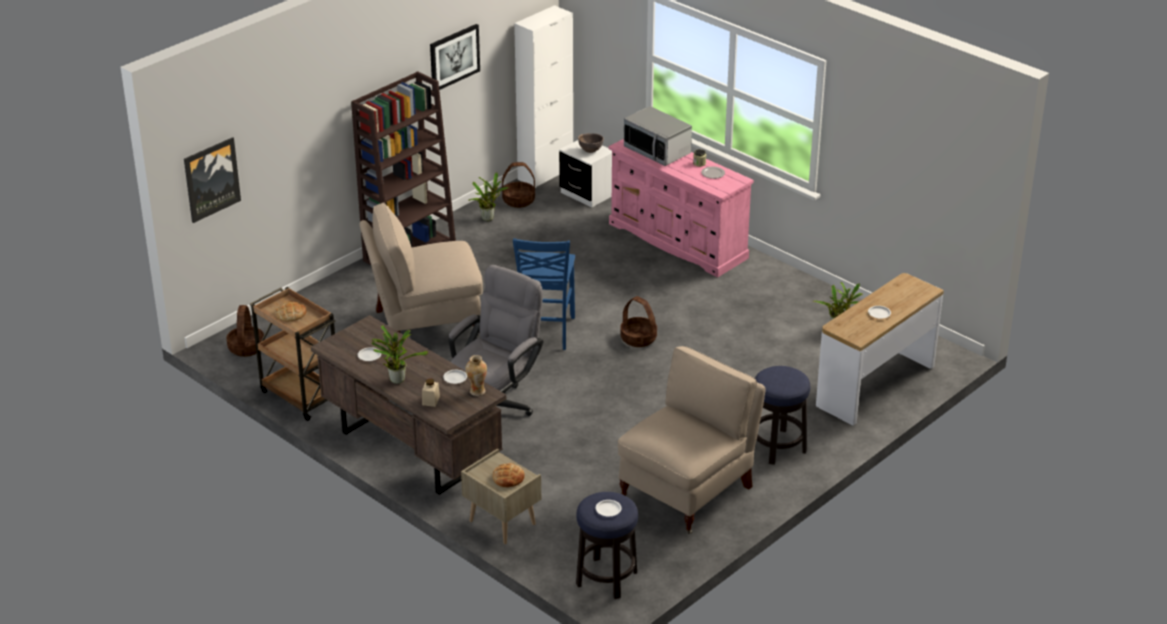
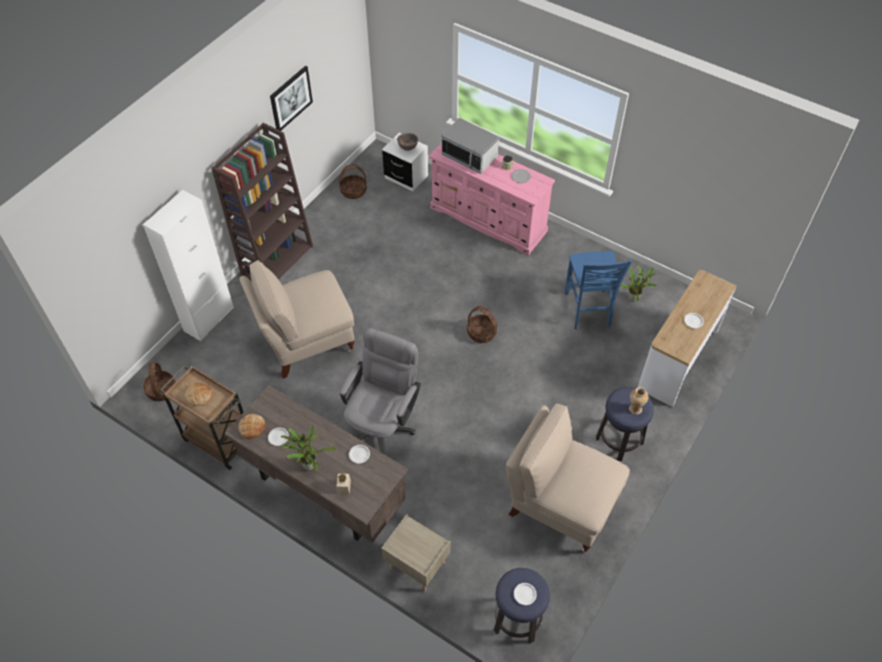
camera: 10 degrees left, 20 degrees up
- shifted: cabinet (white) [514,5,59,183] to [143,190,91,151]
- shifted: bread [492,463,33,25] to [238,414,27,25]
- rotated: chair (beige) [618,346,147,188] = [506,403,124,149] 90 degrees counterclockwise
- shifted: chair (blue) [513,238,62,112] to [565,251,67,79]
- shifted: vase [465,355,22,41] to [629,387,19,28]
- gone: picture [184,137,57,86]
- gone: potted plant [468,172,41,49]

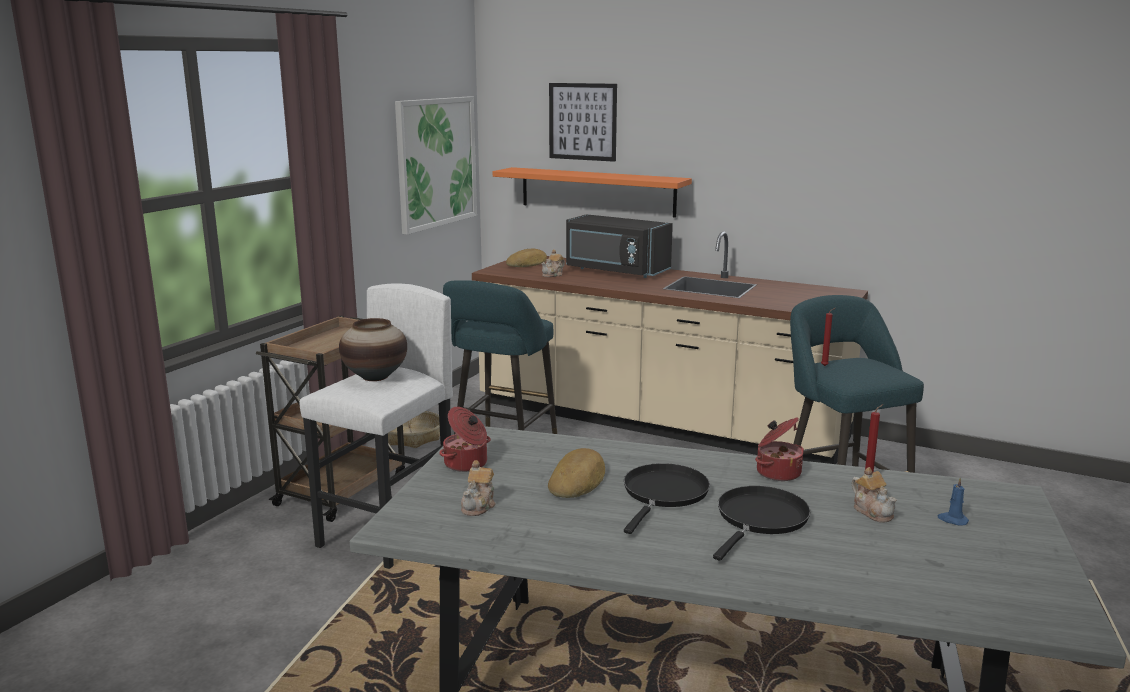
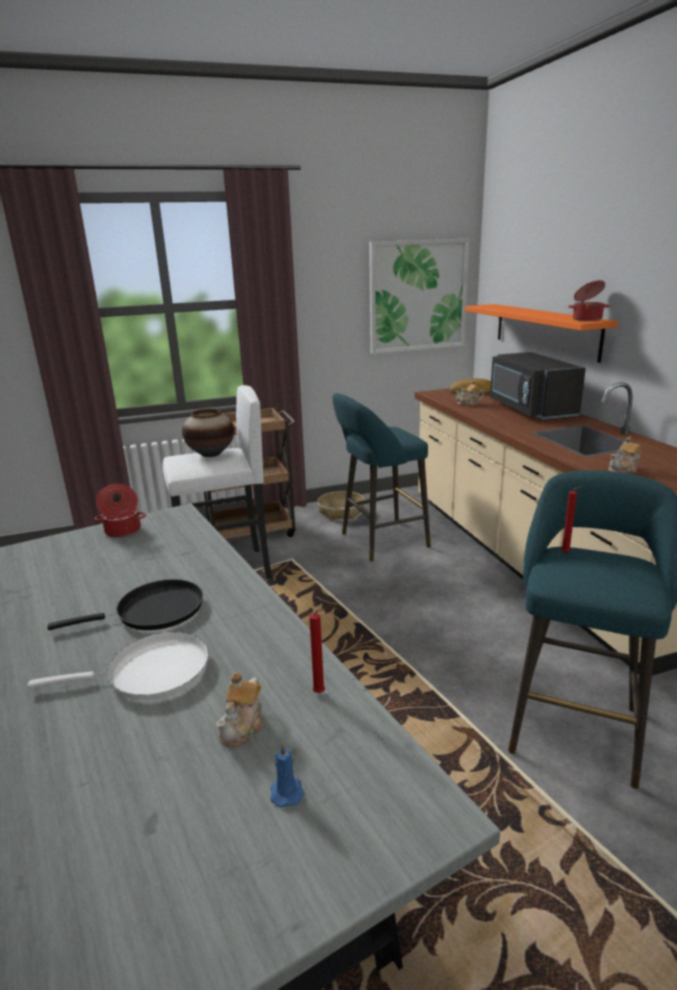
camera: 45 degrees right, 5 degrees up
- repainted: frying pan (black) [713,486,98,75] to frying pan (white) [28,632,181,68]
- shifted: cooking pot [755,417,49,64] to [568,280,42,41]
- shifted: teapot [461,460,35,56] to [609,436,33,37]
- gone: bread [548,448,57,50]
- gone: picture [549,83,68,79]

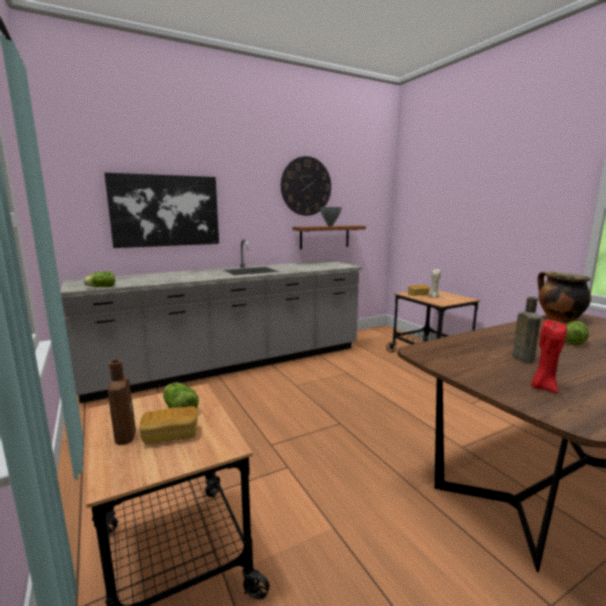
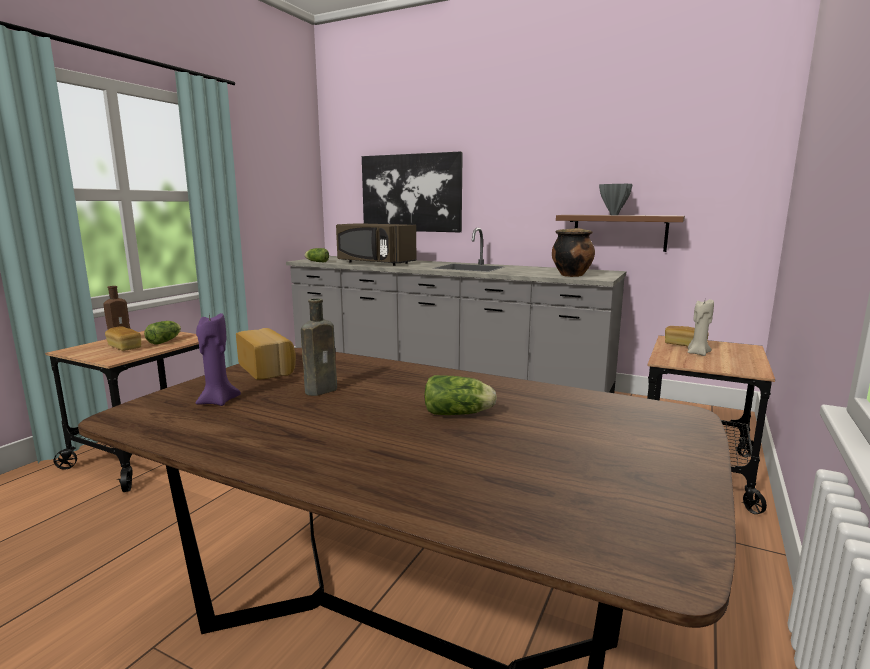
camera: 55 degrees right, 0 degrees up
- repainted: candle (red) [531,320,36,73] to candle (purple) [196,313,45,93]
- new: bread [236,328,60,52]
- new: microwave (brown) [336,223,80,43]
- shifted: cooking pot [537,271,54,52] to [552,228,43,49]
- gone: wall clock [281,156,50,60]

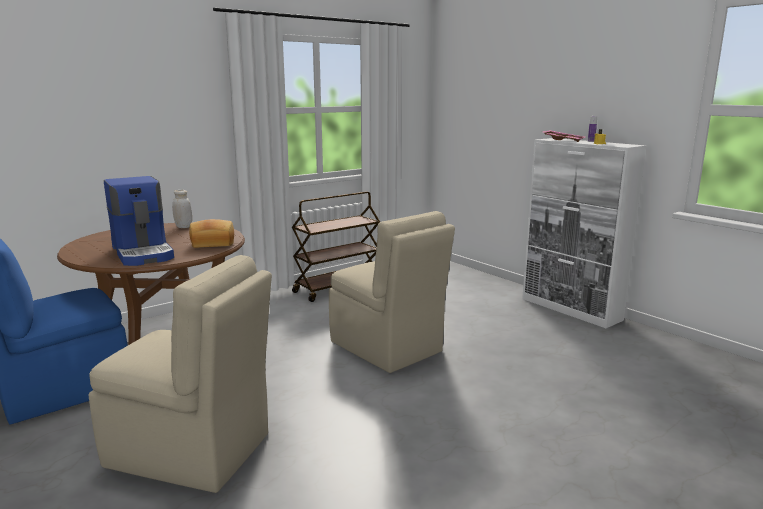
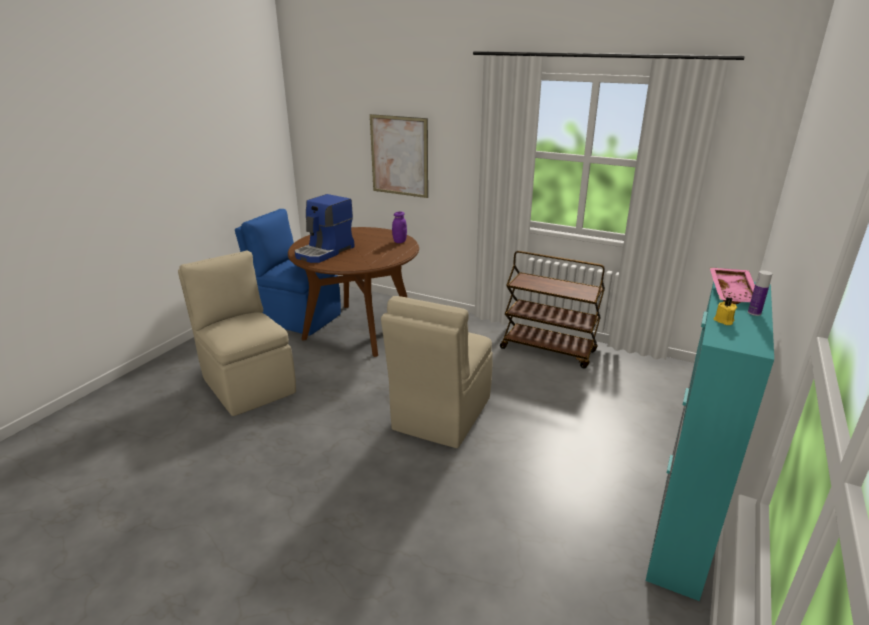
camera: 65 degrees right, 10 degrees up
- rotated: chair (beige) [89,255,183,238] = [178,251,118,165] 150 degrees clockwise
- new: picture [370,114,58,84]
- repainted: jar (white) [172,190,20,38] to jar (purple) [392,212,15,31]
- repainted: cabinet (white) [522,138,124,190] to cabinet (turquoise) [646,281,128,320]
- gone: bread [189,219,45,29]

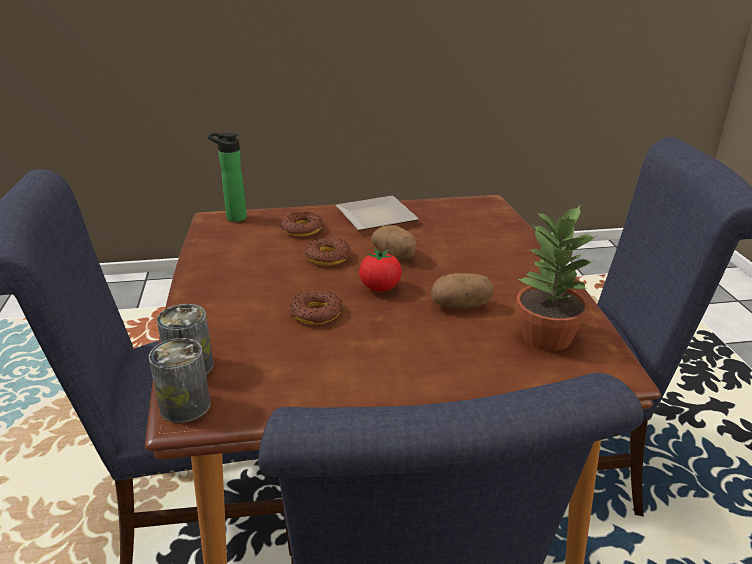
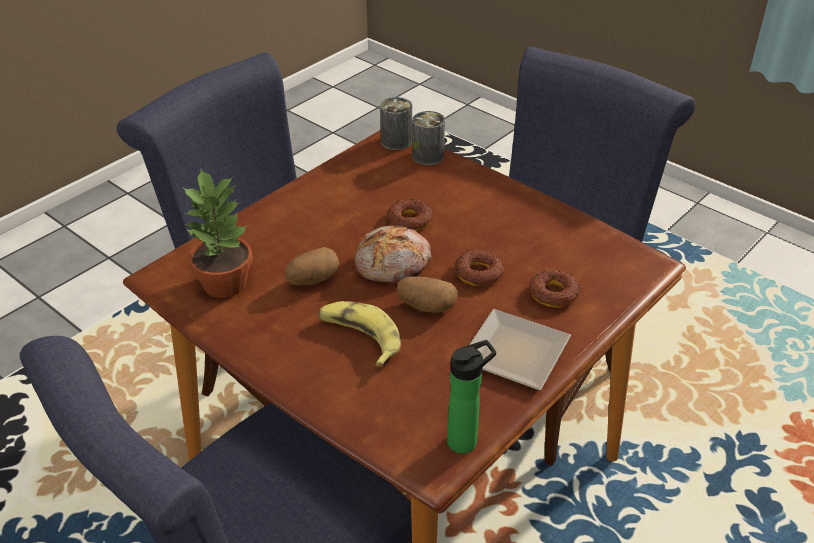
camera: 140 degrees right, 10 degrees up
- new: banana [318,301,83,66]
- swapped: tomato [359,248,43,43] to bread [355,226,76,57]
- shifted: bottle [208,132,39,90] to [447,340,49,114]

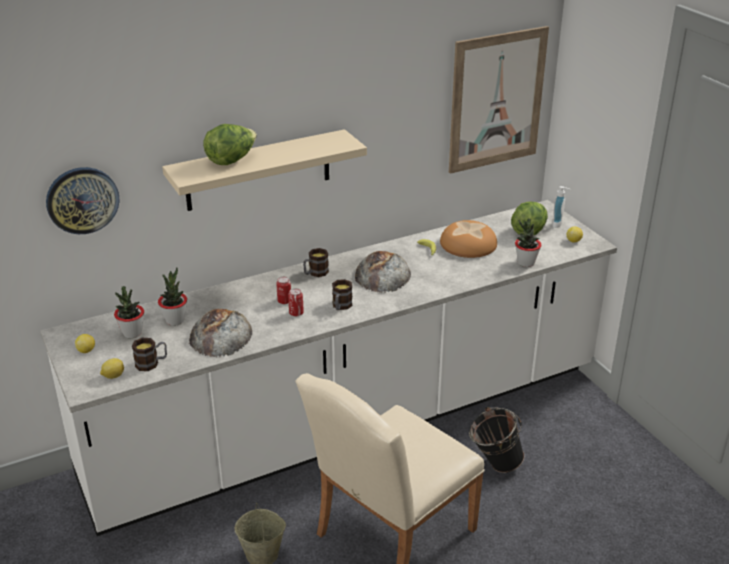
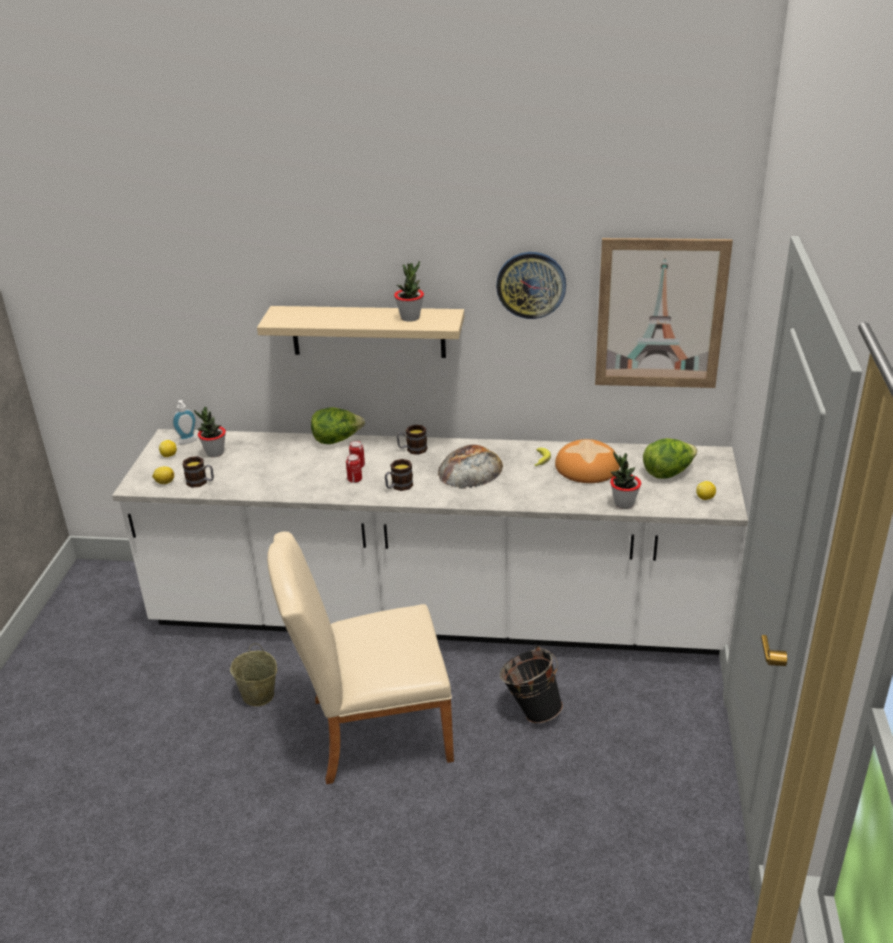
camera: 35 degrees right, 0 degrees up
- shifted: soap dispenser [552,186,18,42] to [172,400,25,44]
- shifted: lettuce [203,124,54,41] to [311,407,54,37]
- shifted: potted plant [158,268,29,58] to [394,261,30,61]
- shifted: wall clock [46,167,73,67] to [496,252,70,67]
- gone: bread [189,309,63,48]

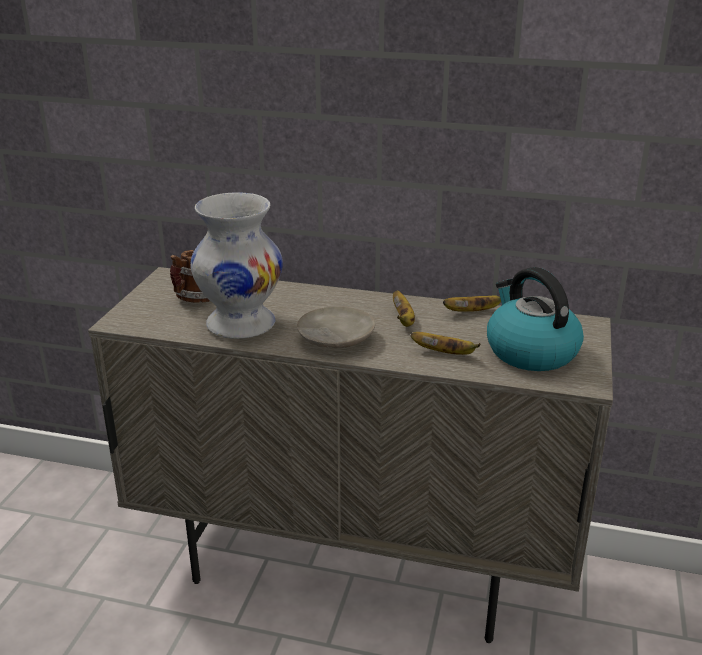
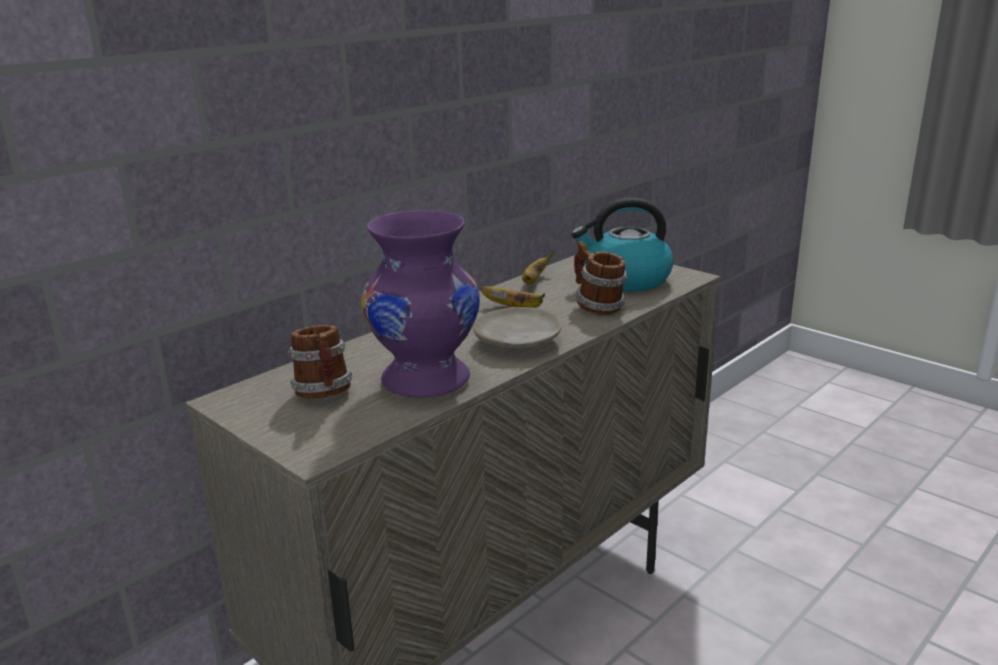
camera: 60 degrees left, 5 degrees down
- repainted: vase (white) [190,193,93,146] to vase (purple) [361,210,119,188]
- swapped: banana [411,332,70,23] to mug [574,241,54,74]

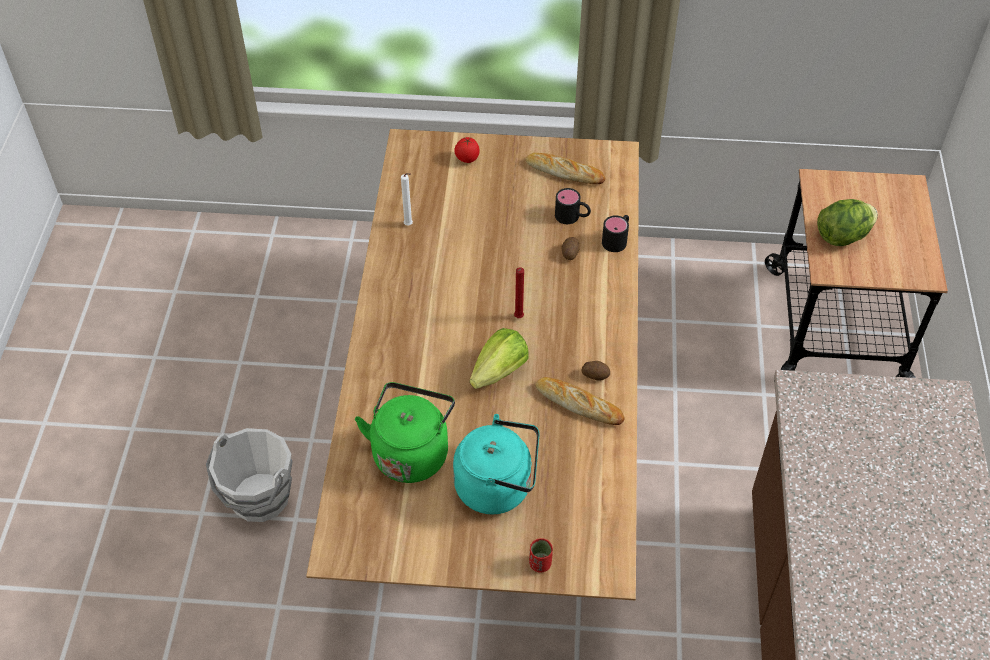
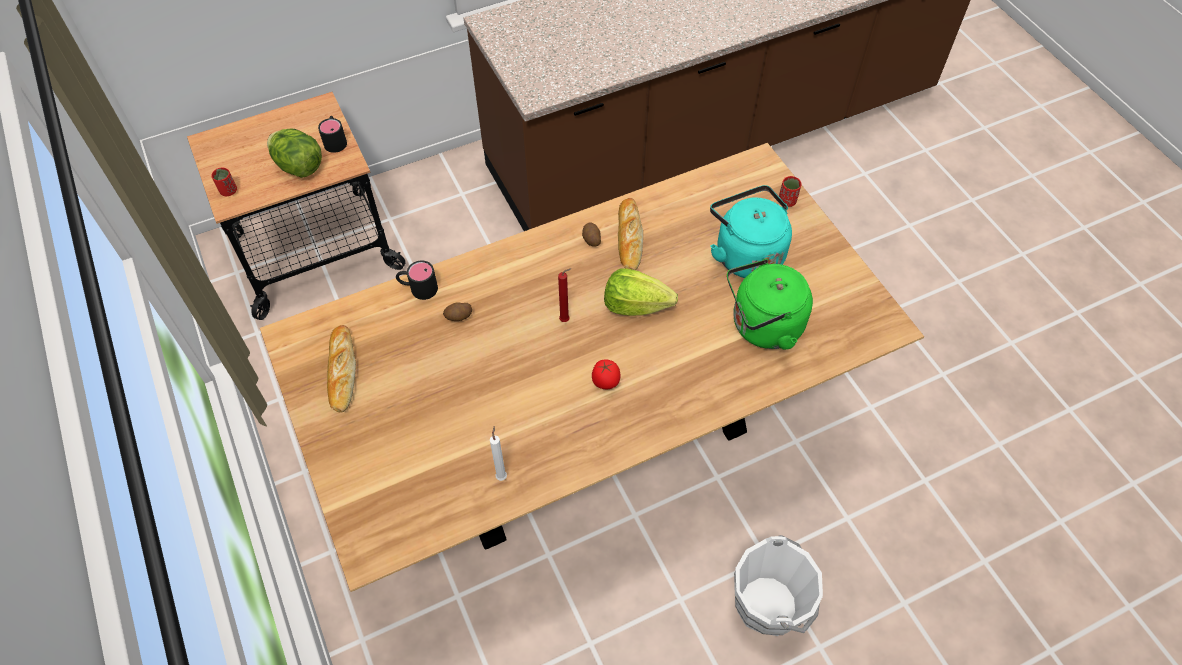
camera: 120 degrees left, 5 degrees up
- new: cup (red) [211,168,26,28]
- shifted: mug (black) [555,188,36,36] to [318,116,29,37]
- shifted: tomato [454,137,26,26] to [592,359,28,30]

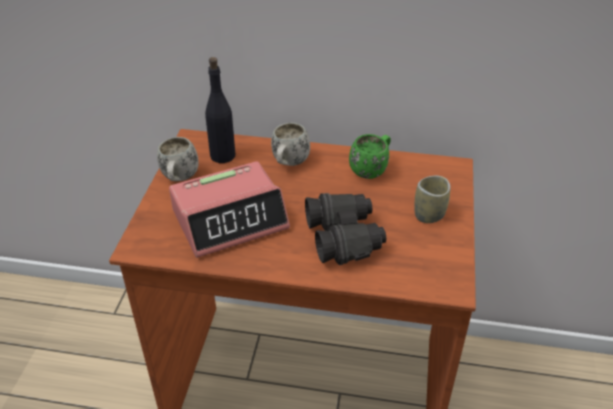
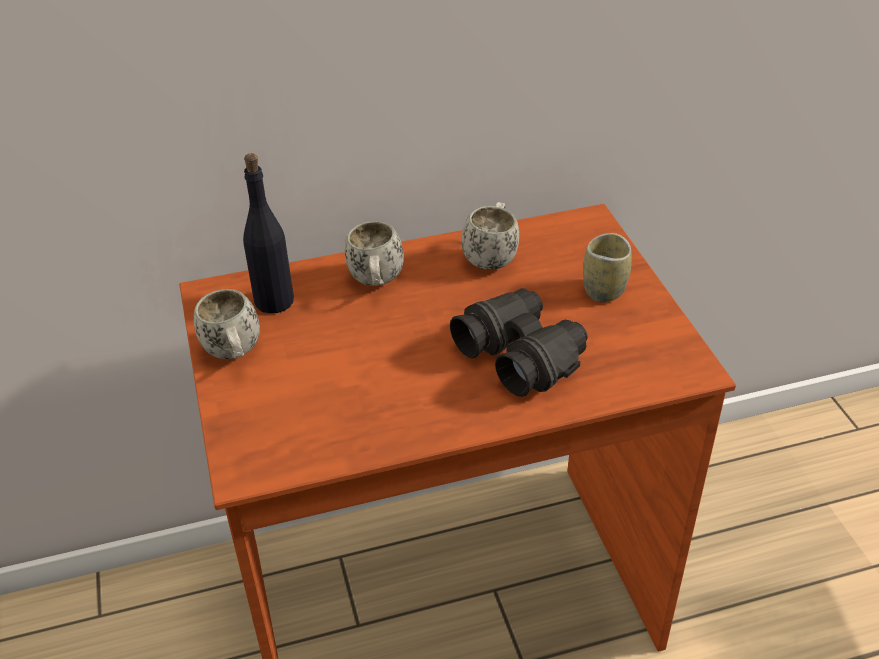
camera: 25 degrees left, 0 degrees up
- repainted: mug (green) [349,134,42,45] to mug (white) [462,202,57,68]
- gone: alarm clock [169,161,121,97]

